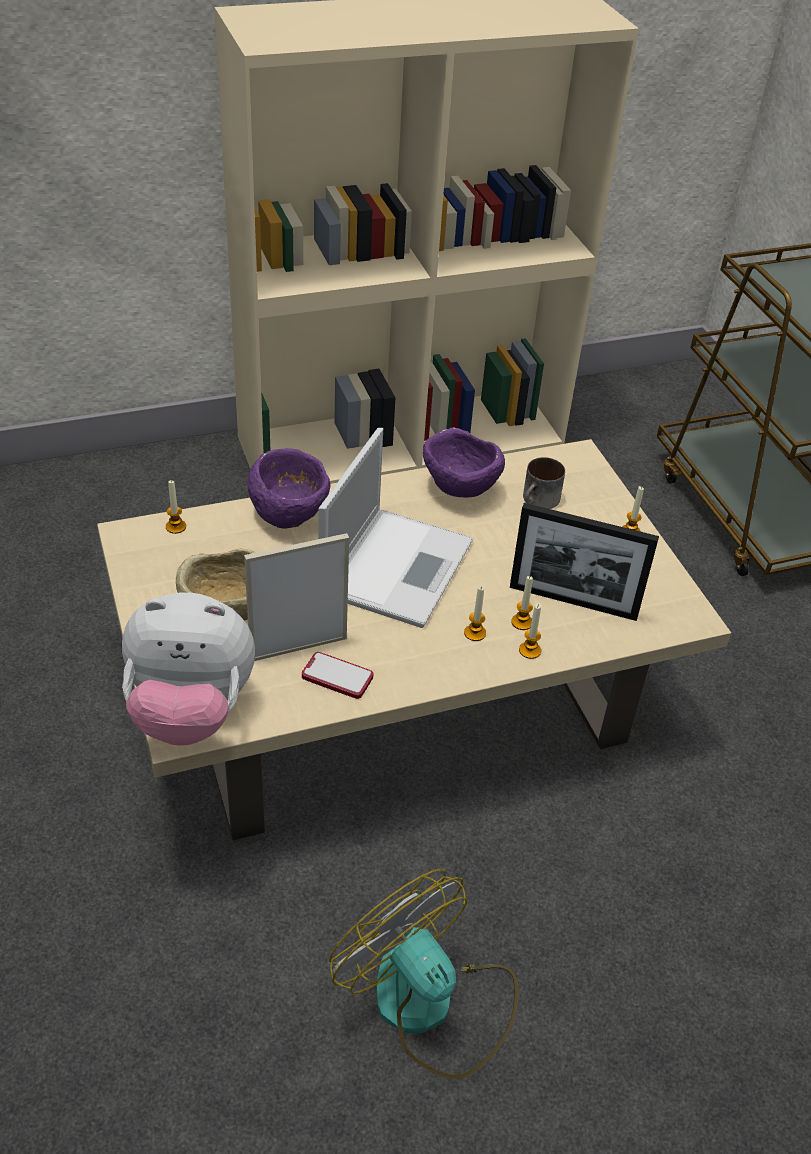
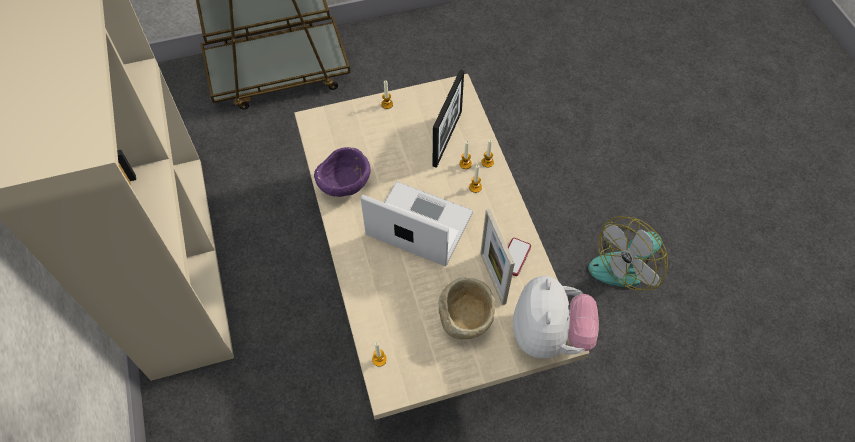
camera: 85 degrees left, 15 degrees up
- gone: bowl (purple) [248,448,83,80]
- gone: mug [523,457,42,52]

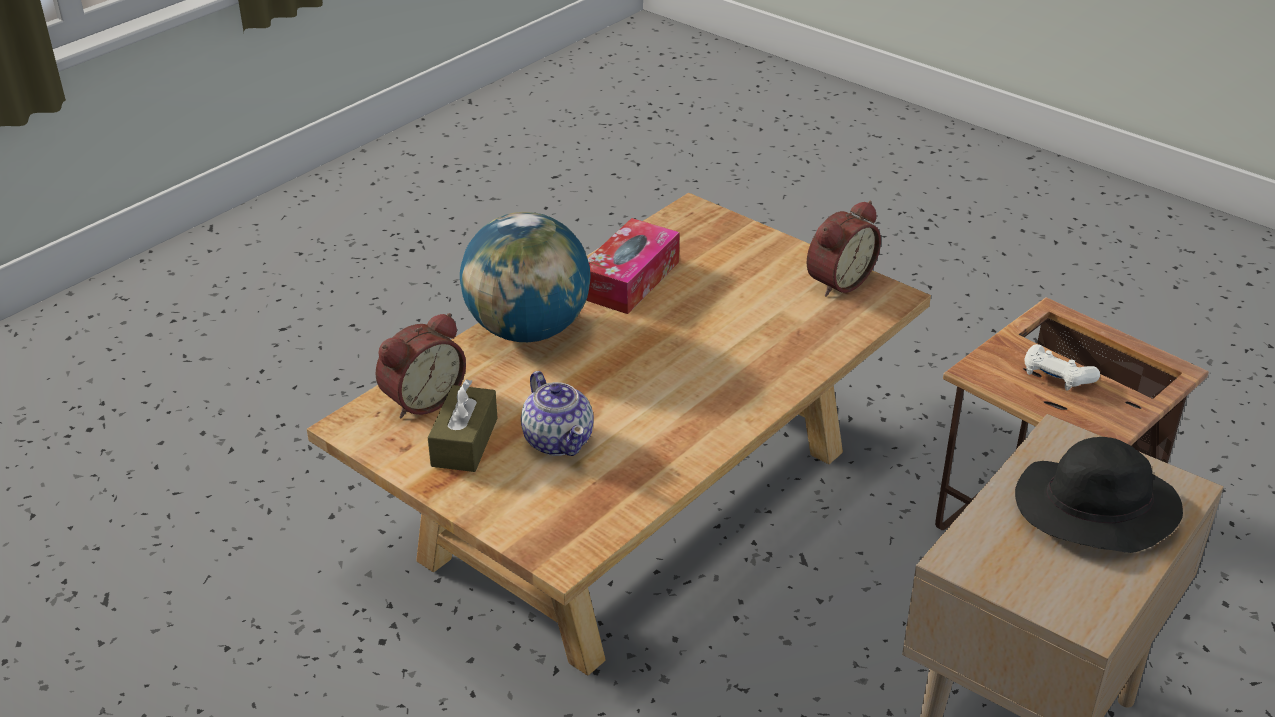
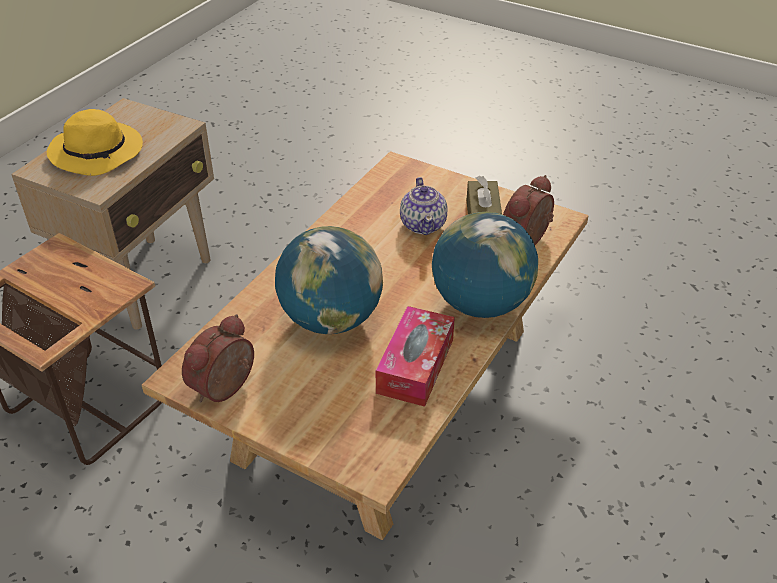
camera: 170 degrees right, 5 degrees up
- repainted: hat (black) [1015,437,168,116] to hat (yellow) [47,109,96,67]
- new: globe [275,226,108,108]
- rotated: teapot [521,371,73,85] = [400,177,48,58] 150 degrees counterclockwise
- gone: game controller (white) [1025,344,75,47]

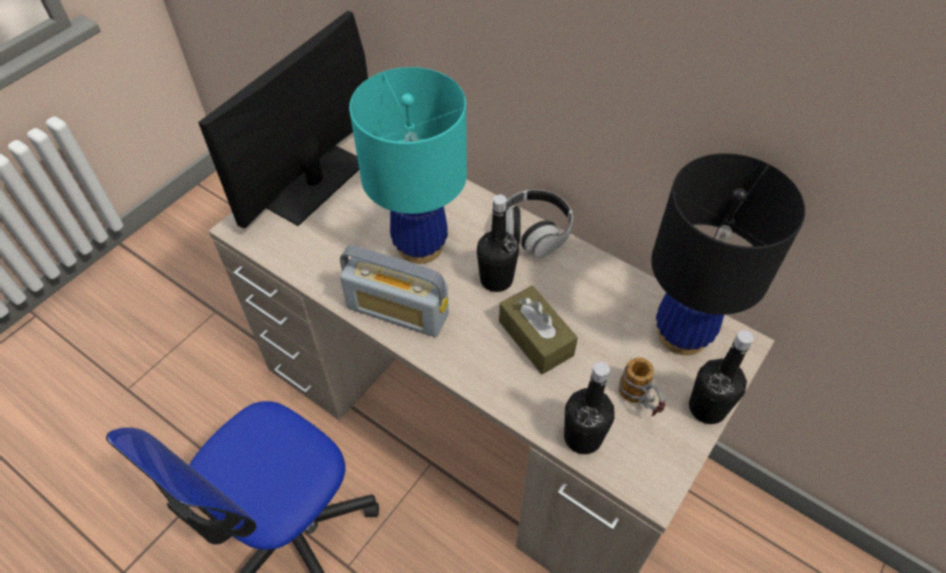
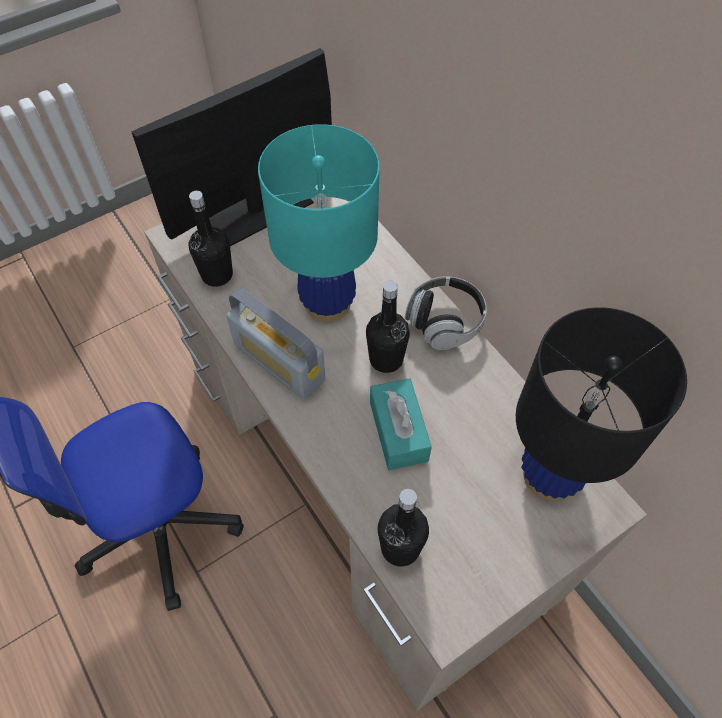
camera: 20 degrees right, 5 degrees up
- shifted: bottle (black) [689,330,65,94] to [188,191,45,96]
- repainted: tissue box (brown) [499,286,79,88] to tissue box (turquoise) [370,378,62,92]
- gone: mug [619,357,47,60]

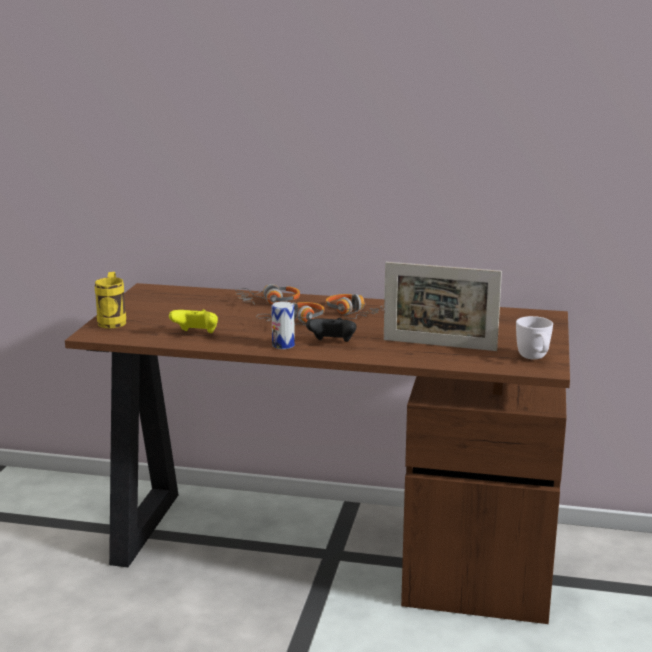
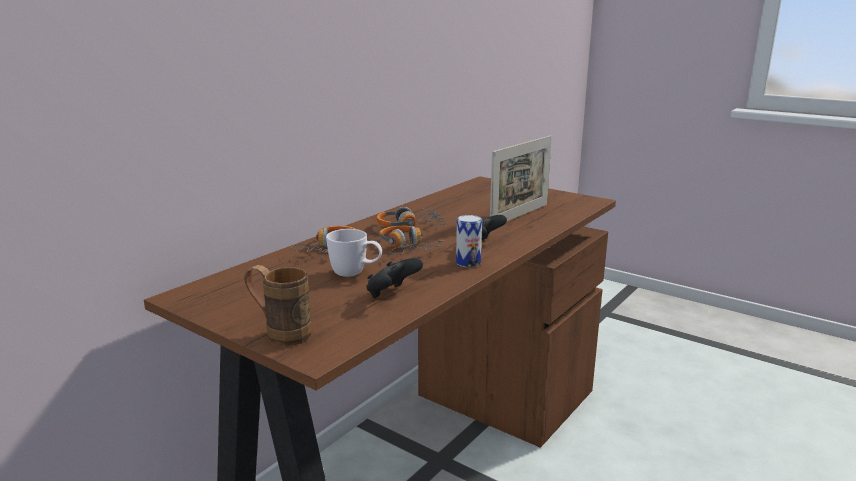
camera: 65 degrees left, 0 degrees up
- repainted: mug (yellow) [95,272,31,56] to mug (brown) [244,265,67,81]
- shifted: mug (white) [516,316,37,43] to [326,229,56,48]
- repainted: game controller (yellow) [169,310,49,23] to game controller (black) [366,258,57,40]

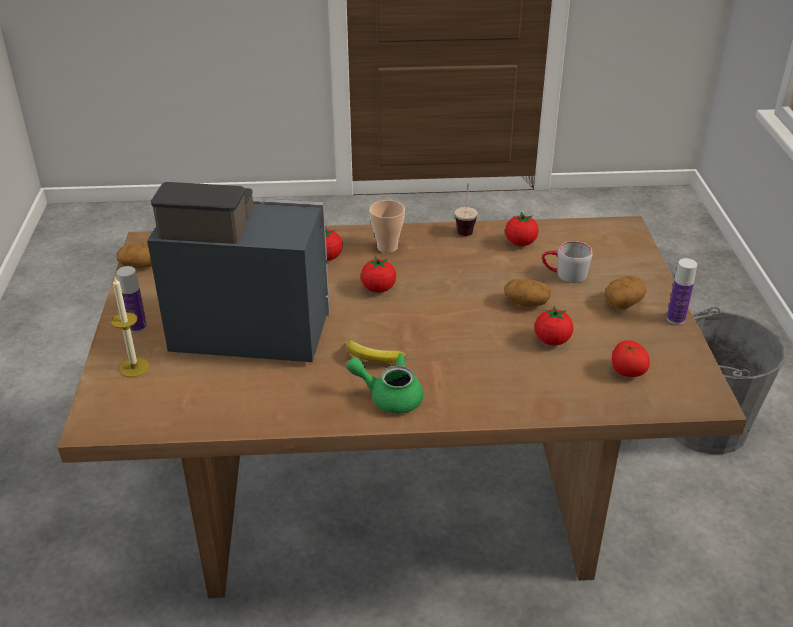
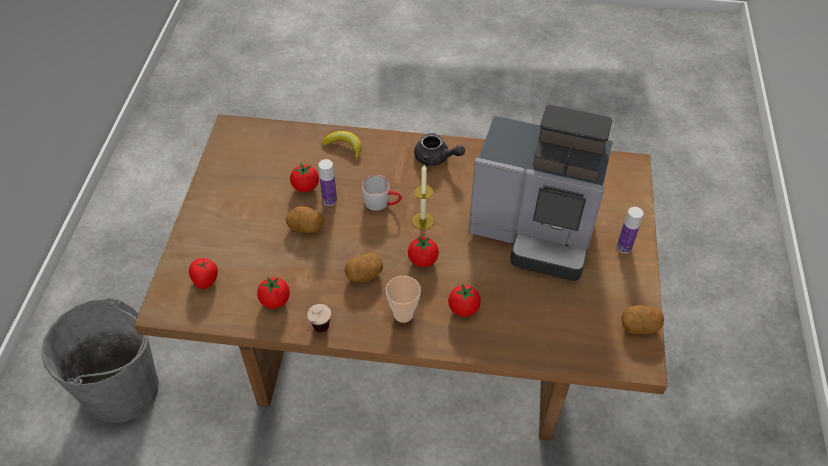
camera: 170 degrees left, 15 degrees up
- shifted: tomato [612,340,38,37] to [189,258,29,31]
- shifted: bottle [666,258,31,66] to [318,159,19,47]
- shifted: banana [347,339,59,24] to [322,131,40,30]
- shifted: potato [604,276,43,34] to [344,253,39,29]
- shifted: mug (grey) [542,241,50,42] to [361,175,41,36]
- shifted: candle [111,277,39,100] to [412,165,22,65]
- repainted: teapot (green) [346,353,77,61] to teapot (grey) [414,133,51,33]

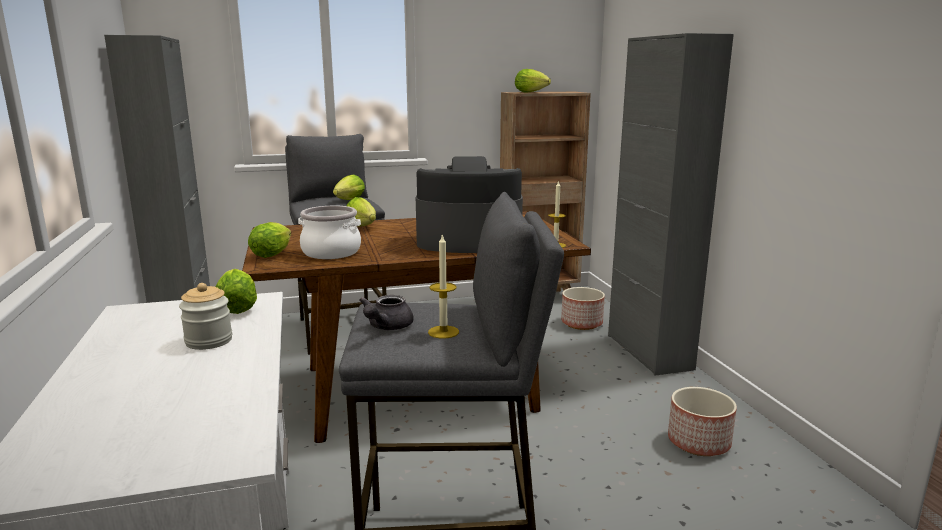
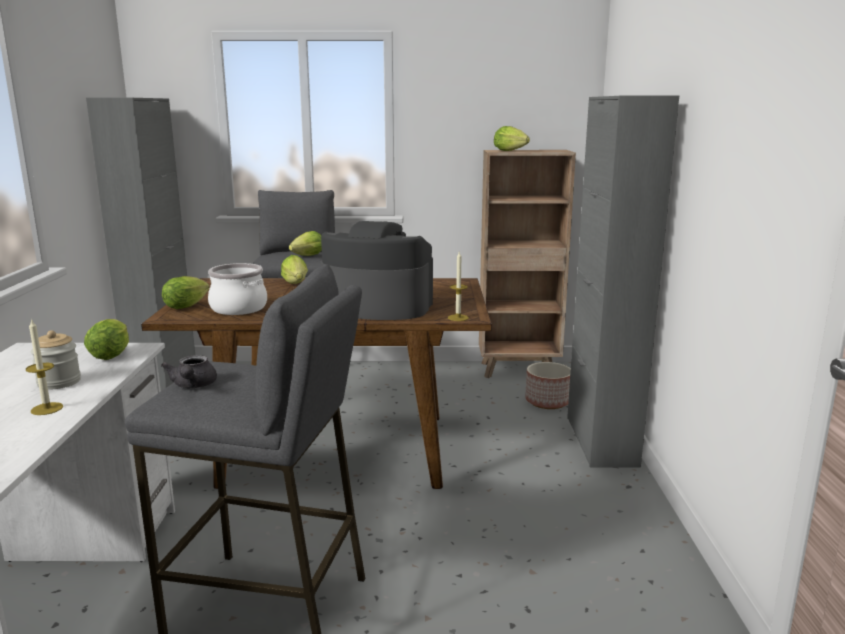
camera: 15 degrees right, 0 degrees up
- shifted: candle [428,234,31,105] to [26,319,37,96]
- rotated: teapot (grey) [359,295,54,35] = [161,355,56,33] 45 degrees counterclockwise
- gone: planter [668,387,69,69]

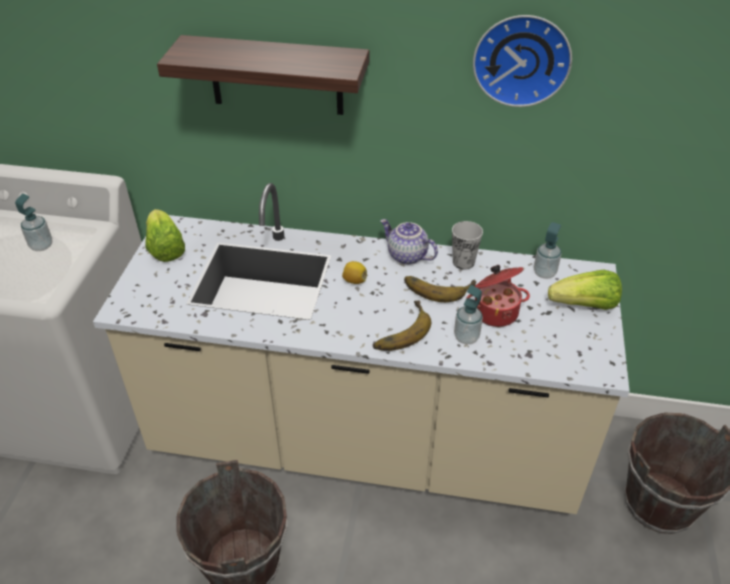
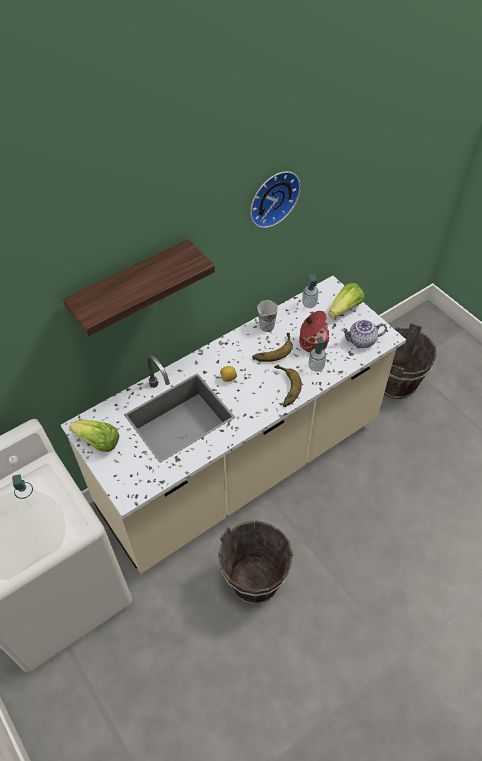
camera: 45 degrees left, 10 degrees up
- shifted: teapot [380,219,58,46] to [341,319,46,29]

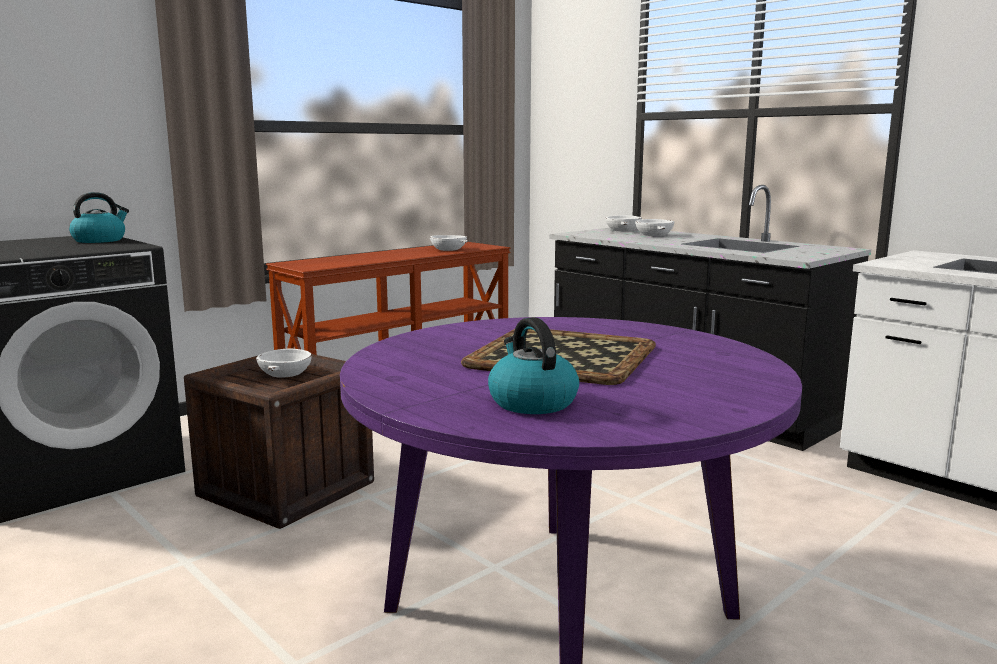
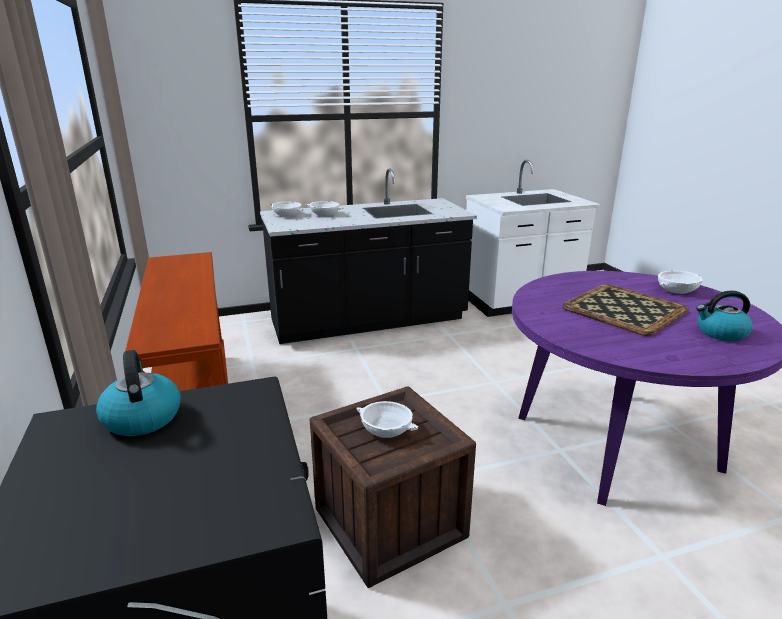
camera: 65 degrees left, 10 degrees up
- shifted: bowl (white) [430,235,38,16] to [658,271,45,23]

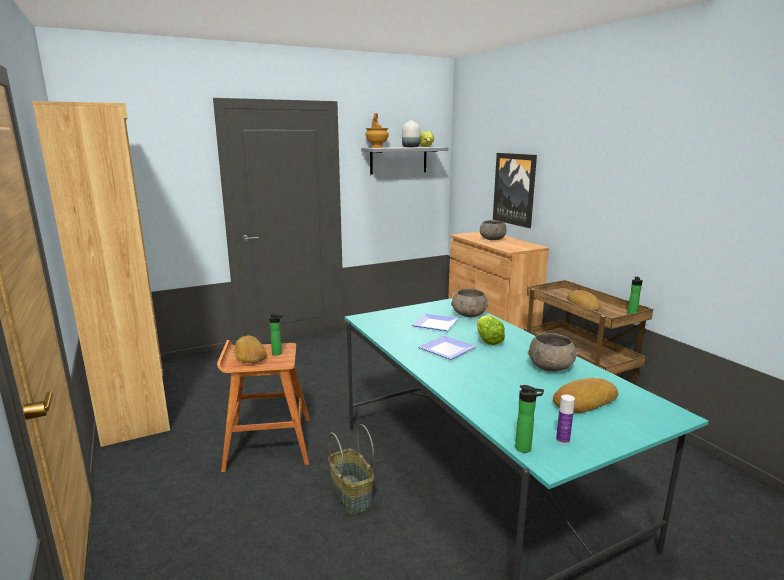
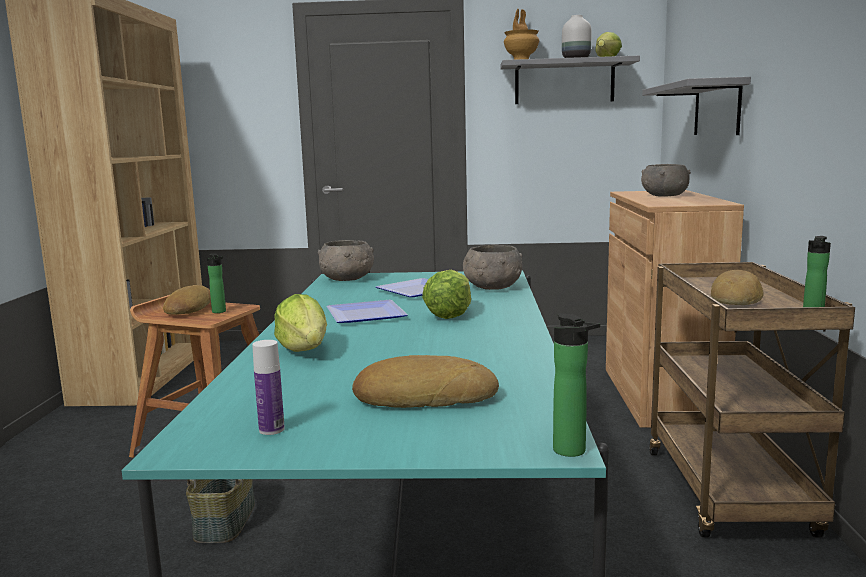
camera: 30 degrees right, 5 degrees down
- new: lettuce [274,294,53,58]
- shifted: bowl (grey) [528,333,49,39] to [318,240,56,41]
- shifted: bottle [515,385,29,68] to [553,313,47,144]
- swapped: picture [493,153,44,75] to shelf (grey) [642,77,109,58]

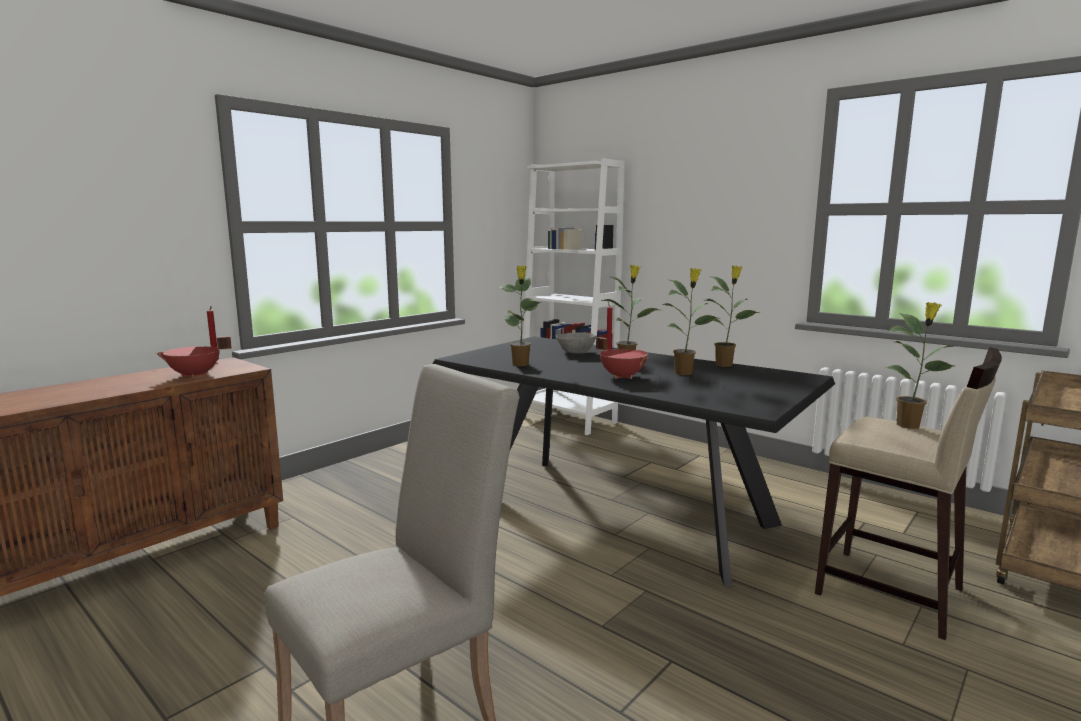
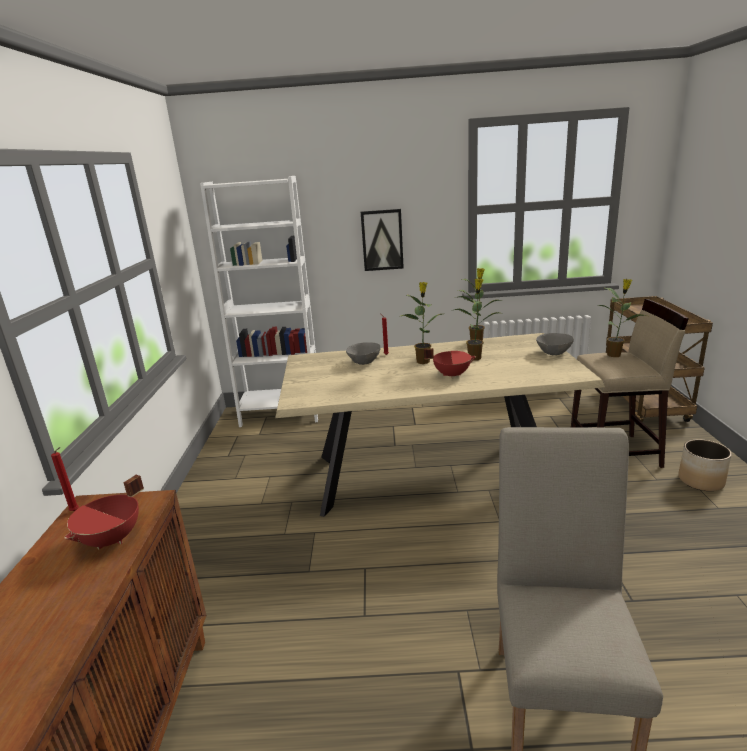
camera: 40 degrees left, 10 degrees up
- repainted: dining table (black) [433,337,402,250] to dining table (beige) [275,333,330,184]
- new: picture [361,209,43,62]
- new: bowl (grey) [536,333,38,22]
- new: planter [678,439,54,52]
- gone: potted plant [499,265,42,101]

